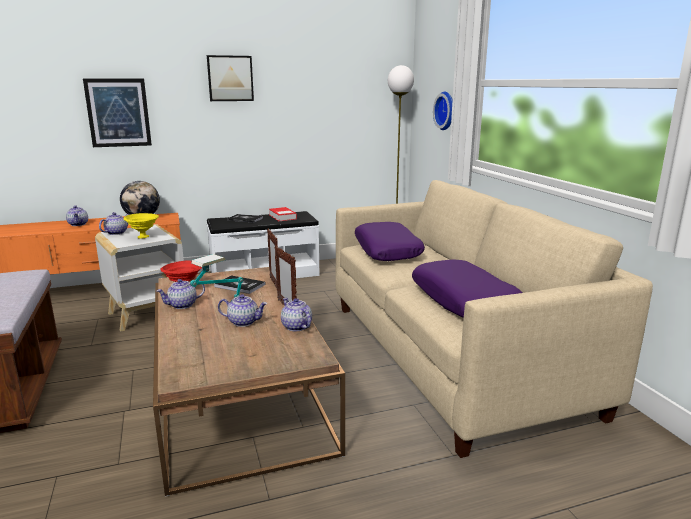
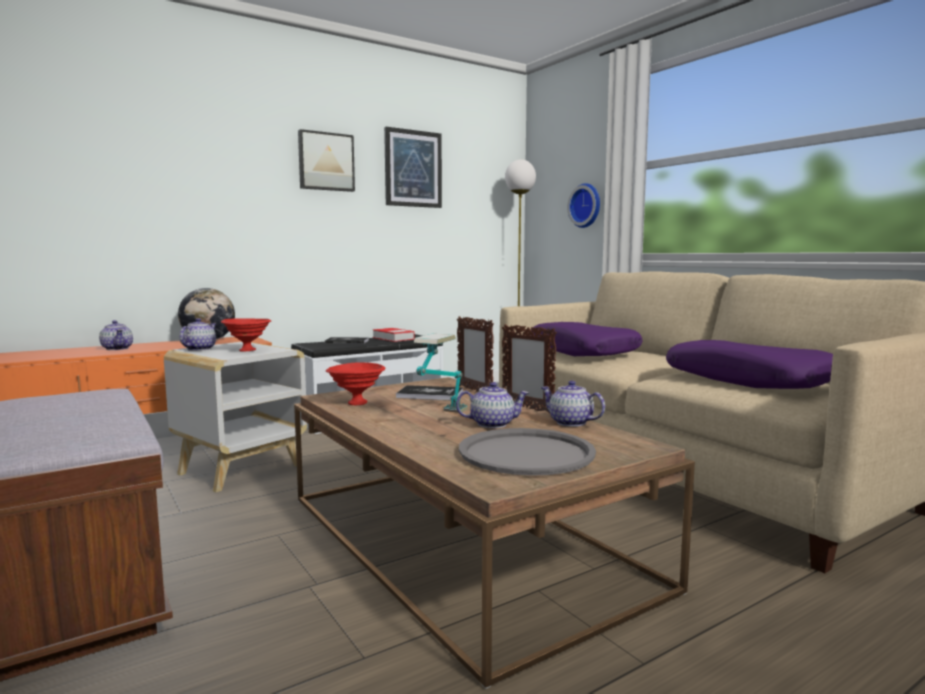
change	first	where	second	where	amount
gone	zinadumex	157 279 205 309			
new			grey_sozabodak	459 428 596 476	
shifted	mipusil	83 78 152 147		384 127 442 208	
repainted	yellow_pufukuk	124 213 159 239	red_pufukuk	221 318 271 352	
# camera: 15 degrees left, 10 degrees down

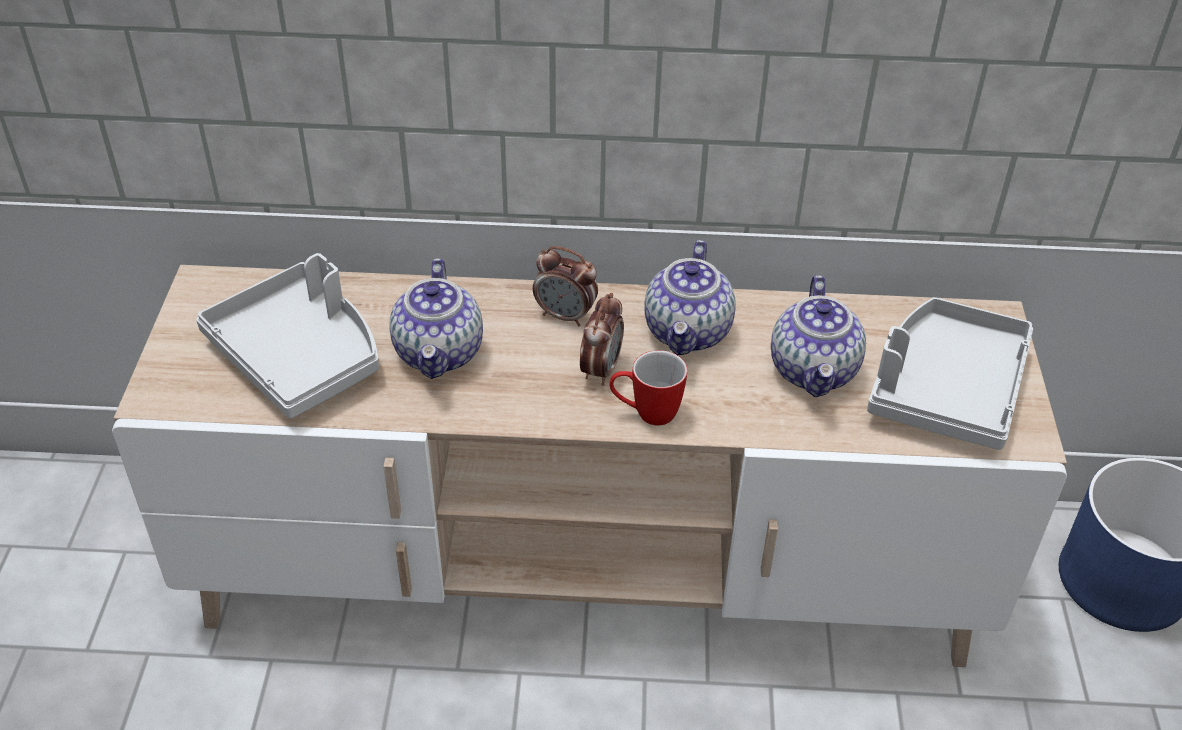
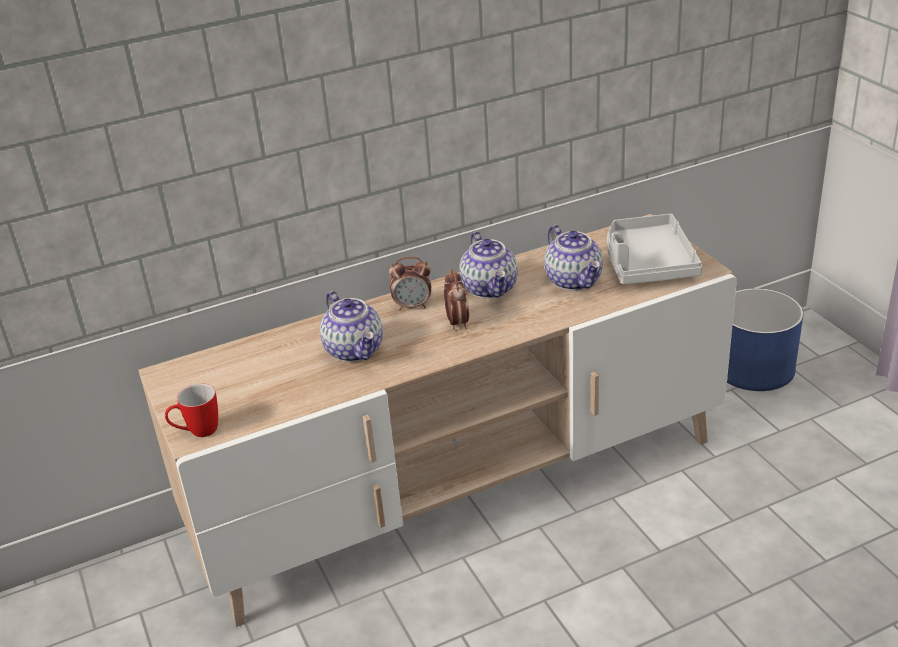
change	first	where	second	where	amount
gone	grey_sozabodak	196 253 379 419			
shifted	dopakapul	609 350 687 426		165 384 218 437	
# camera: 25 degrees left, 10 degrees down

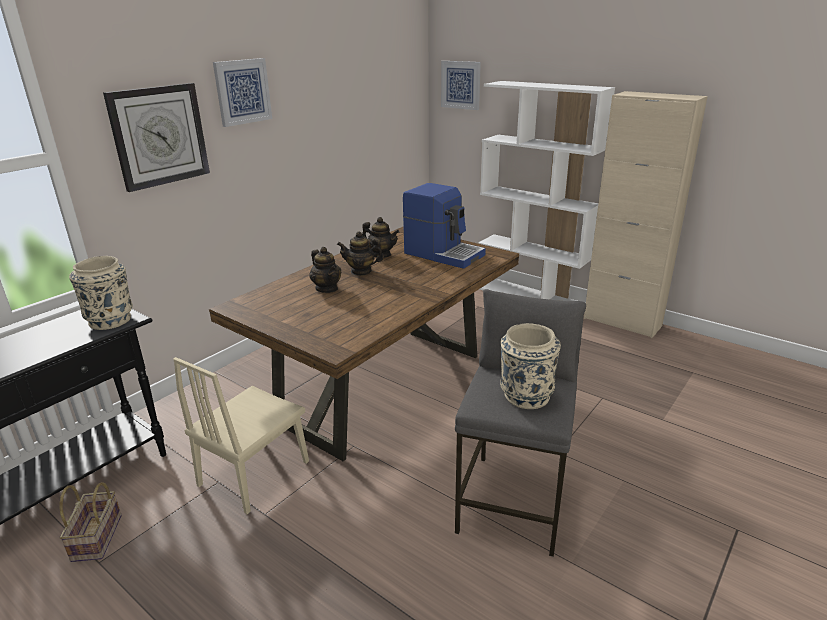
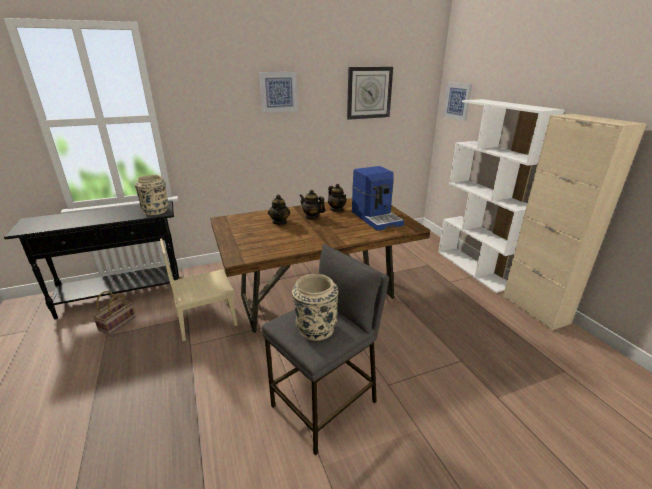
change	first	where	second	where	amount
shifted	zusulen	103 83 210 192		347 67 393 120	
# camera: 30 degrees right, 0 degrees up

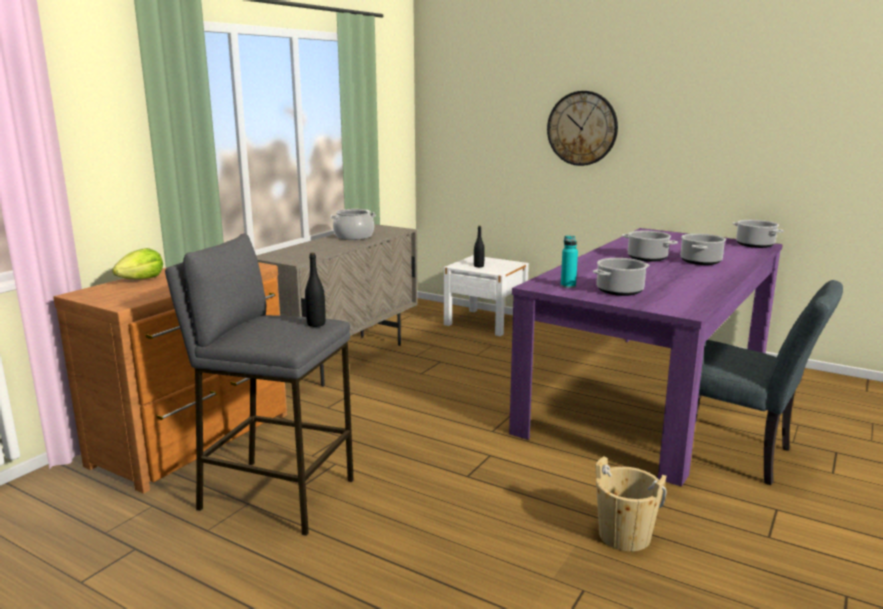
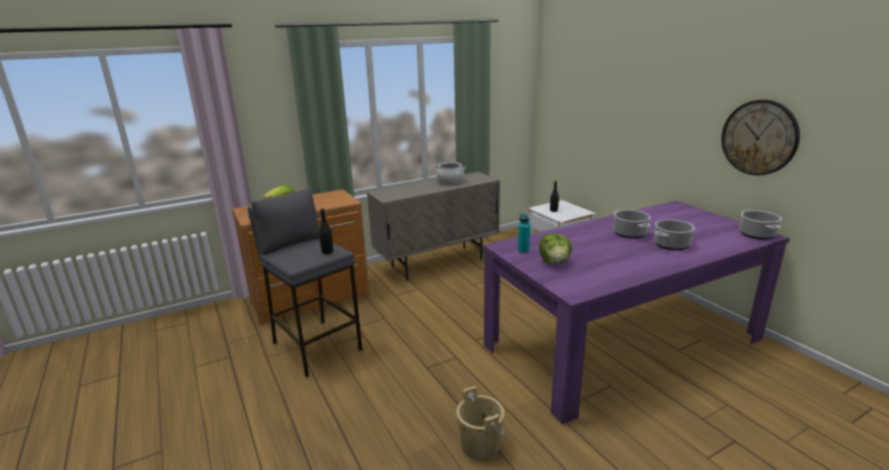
change	first	where	second	where	amount
gone	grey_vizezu	695 280 843 485			
shifted	zusulen	547 91 618 166		721 100 800 176	
swapped	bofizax	593 258 649 296	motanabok	539 233 572 264	
# camera: 30 degrees right, 5 degrees up

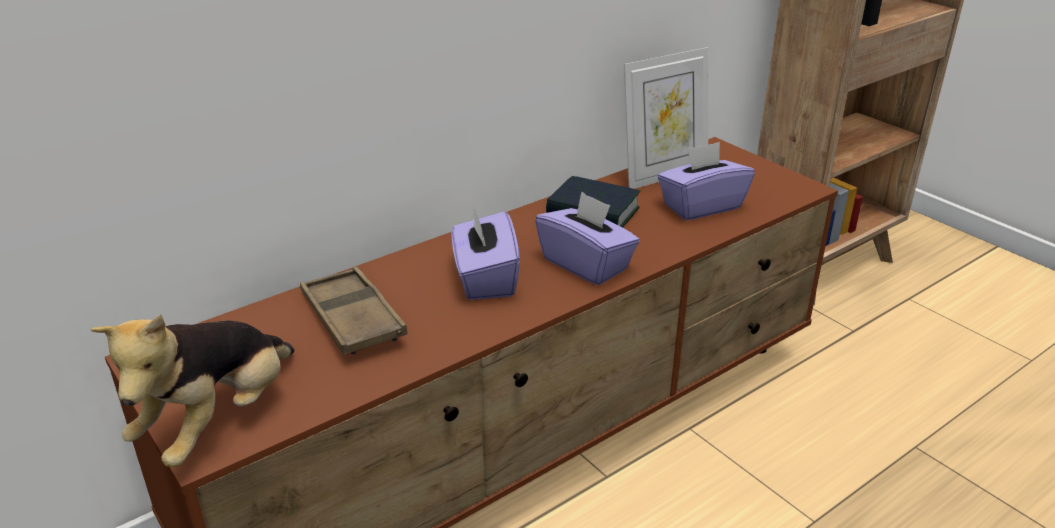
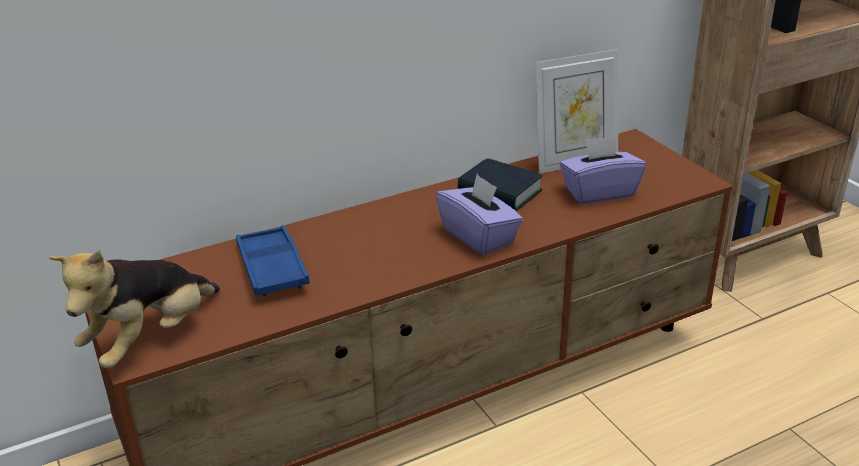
change	first	where	second	where	amount
gone	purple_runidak	451 206 520 300			
repainted	brown_sozabodak	300 267 408 355	blue_sozabodak	236 225 310 296	
# camera: 10 degrees right, 0 degrees up

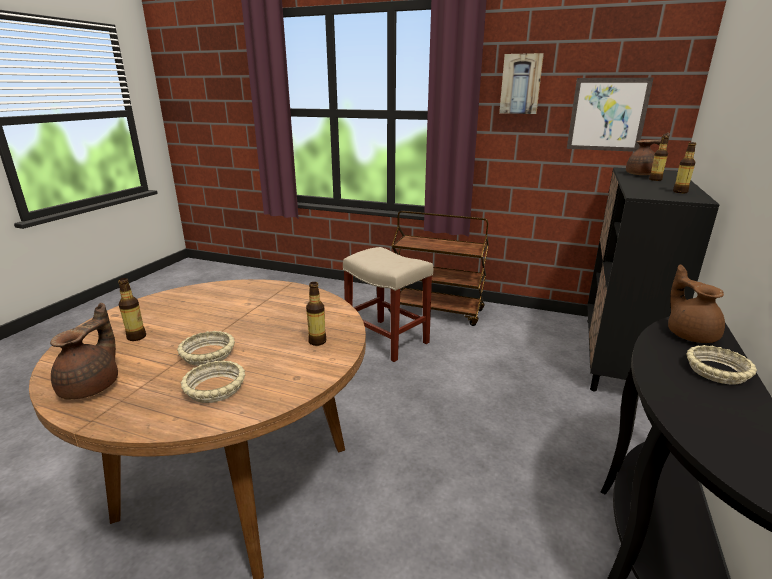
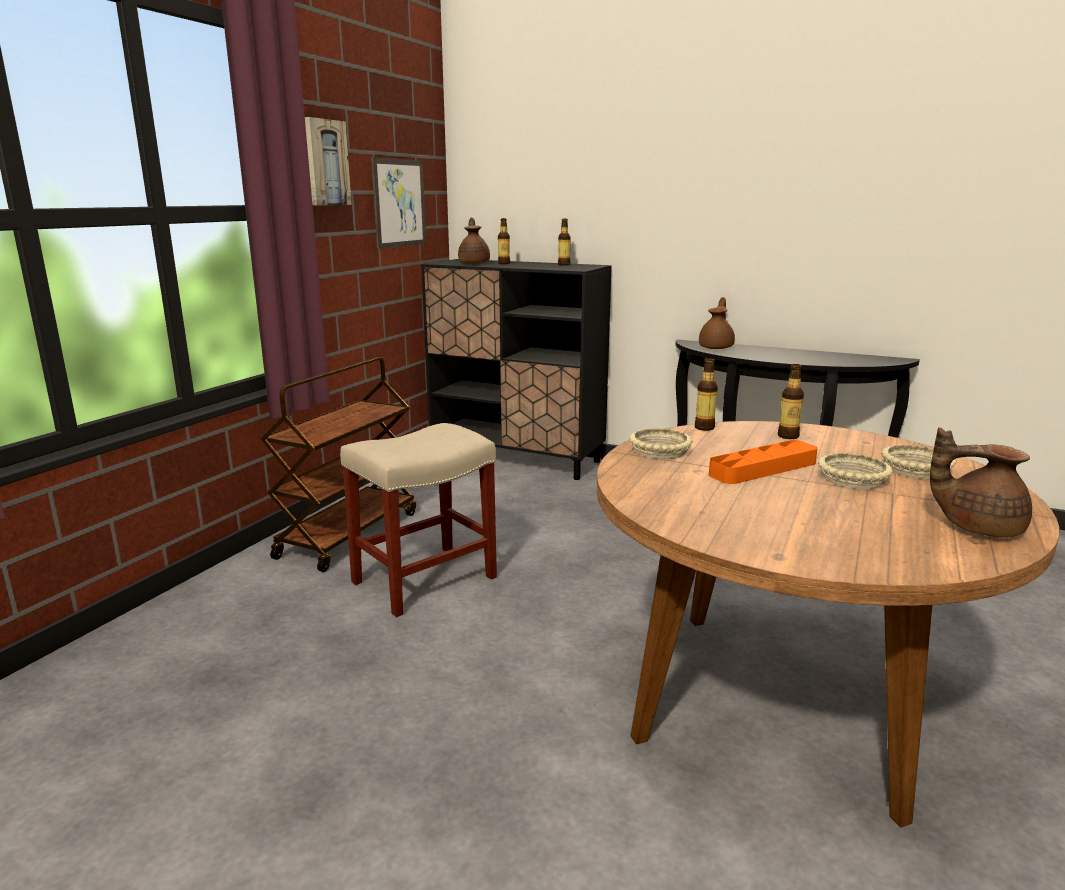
change	first	where	second	where	amount
new			orange_sozabodak	709 440 818 484	
shifted	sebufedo	118 278 146 341		695 358 718 431	
shifted	beige_pufukuk	686 345 757 385		629 428 693 459	
rotated	brown_zinadumex	668 265 725 343		699 297 735 349	120 degrees clockwise
# camera: 85 degrees left, 5 degrees down

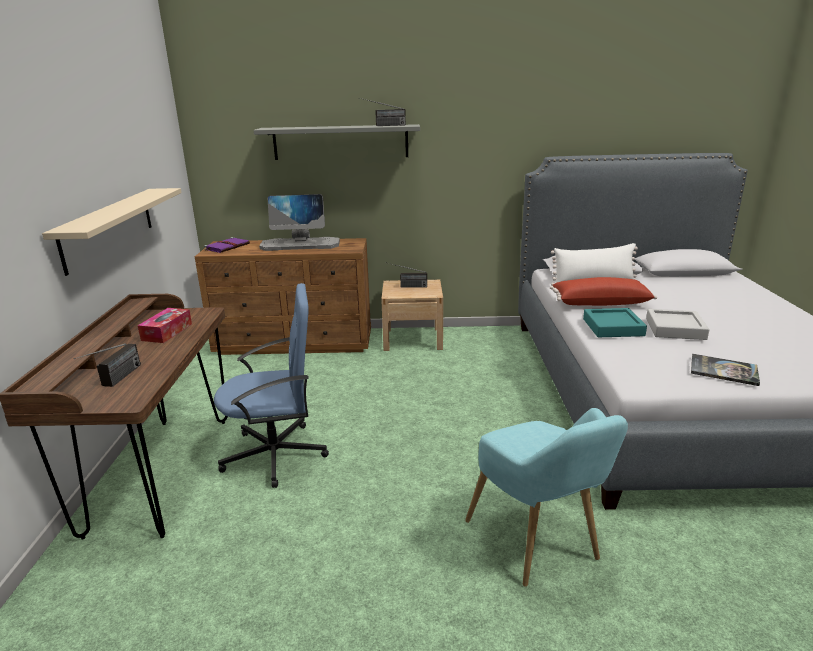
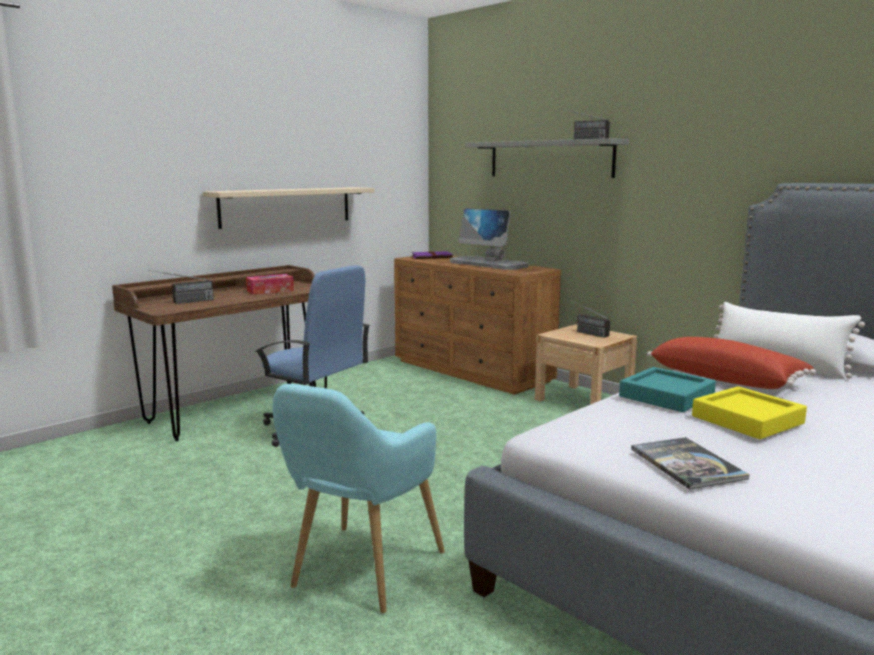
change	first	where	second	where	amount
repainted	grey_sozabodak	646 309 709 340	yellow_sozabodak	692 386 807 439	
# camera: 45 degrees right, 10 degrees down

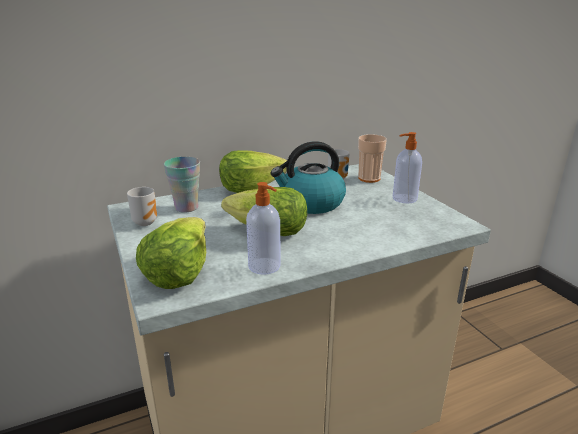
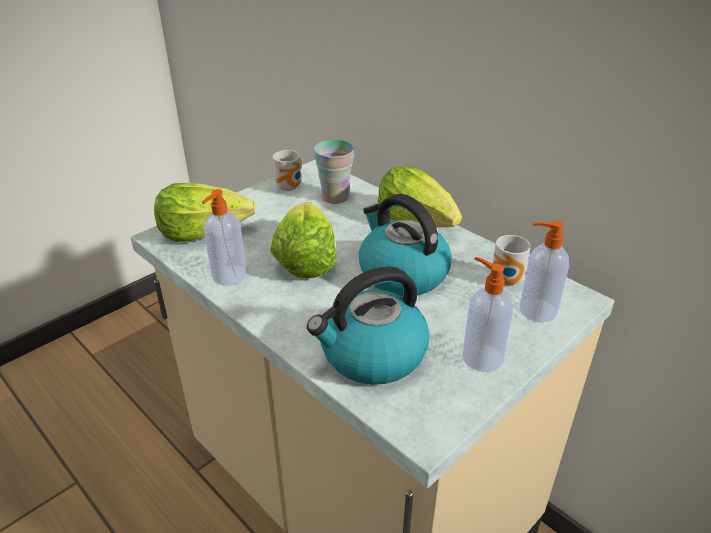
change	first	where	second	where	amount
new			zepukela	307 266 430 385	
swapped	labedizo	358 134 387 183	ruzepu	519 221 569 322	
# camera: 70 degrees right, 10 degrees up

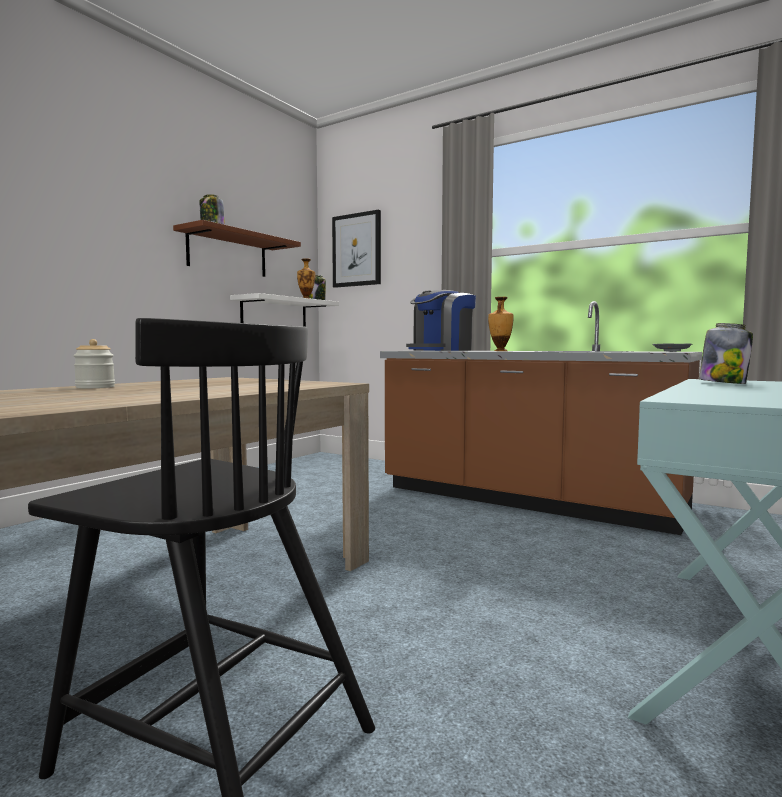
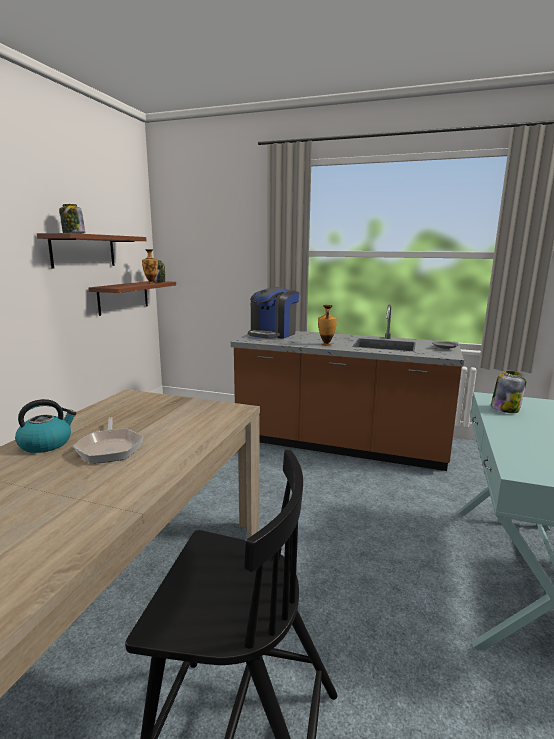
change	first	where	second	where	amount
gone	mipusil	332 210 381 288			
new			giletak	73 417 144 464	
swapped	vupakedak	73 339 115 388	zepukela	15 399 77 453	
repainted	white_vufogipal	230 293 339 327	brown_vufogipal	88 281 176 316	
# camera: 15 degrees left, 10 degrees up

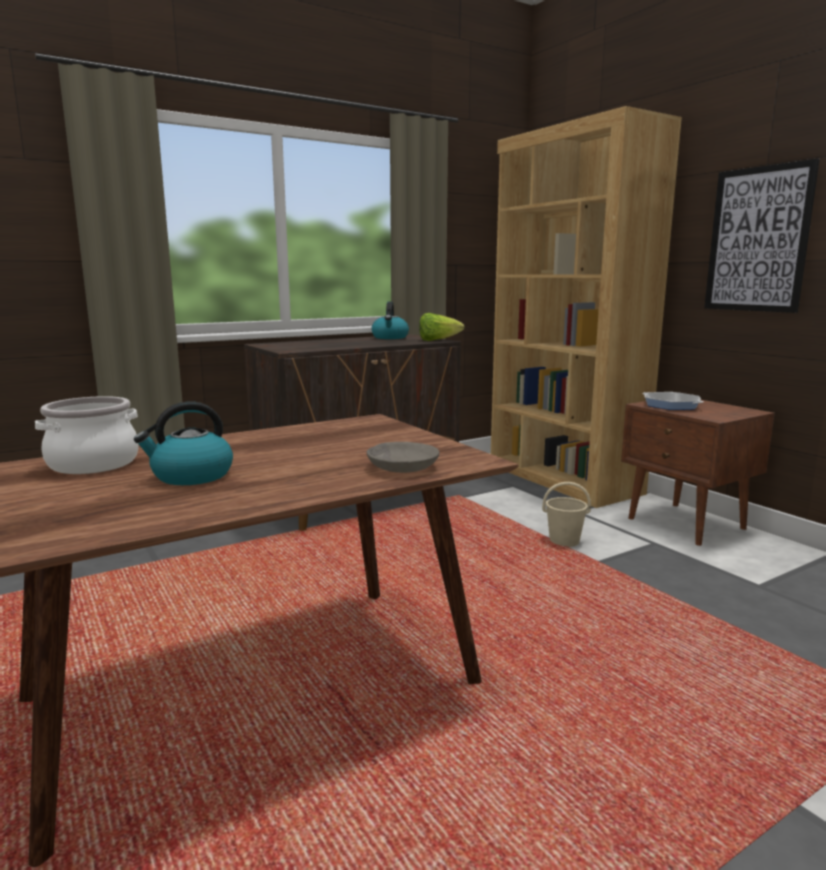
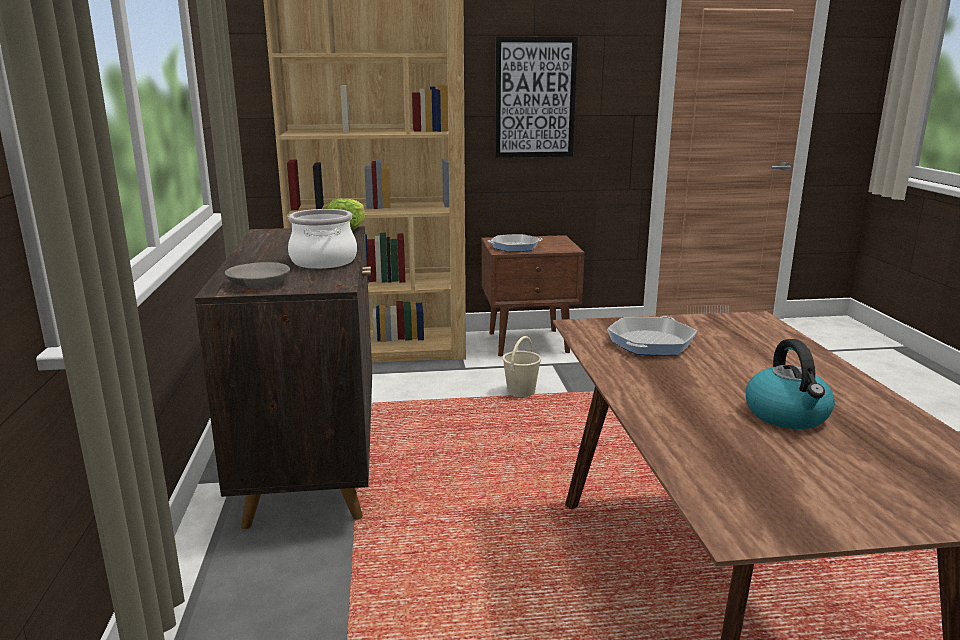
change	first	where	second	where	amount
gone	zepukela	372 302 409 339			
new			giletak	607 316 697 356	
shifted	bofizax	35 396 139 474		288 209 357 269	
shifted	grey_pufukuk	367 442 439 473		225 262 290 288	
# camera: 65 degrees left, 5 degrees up

